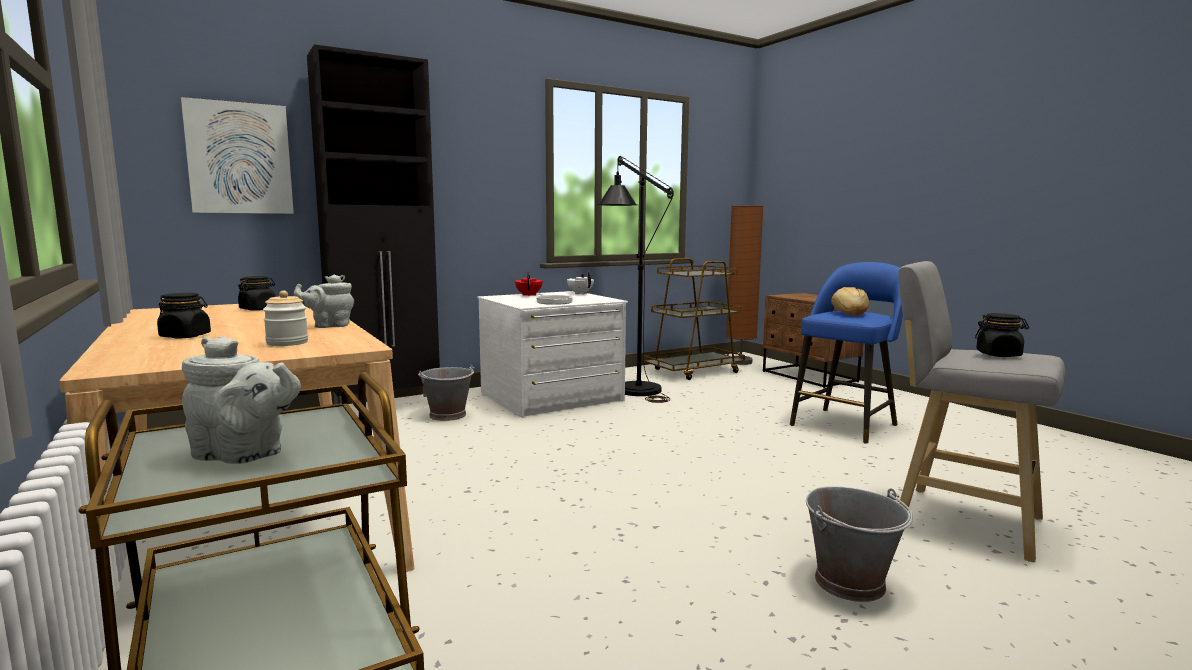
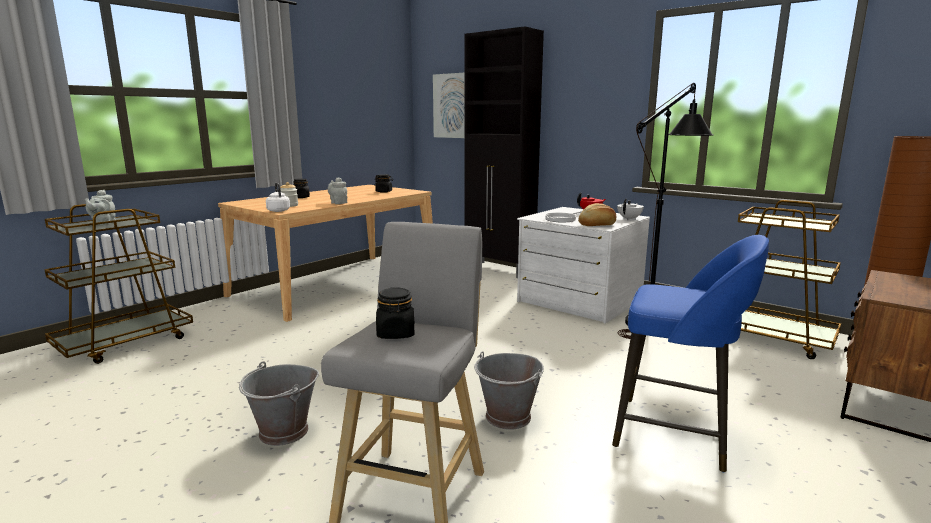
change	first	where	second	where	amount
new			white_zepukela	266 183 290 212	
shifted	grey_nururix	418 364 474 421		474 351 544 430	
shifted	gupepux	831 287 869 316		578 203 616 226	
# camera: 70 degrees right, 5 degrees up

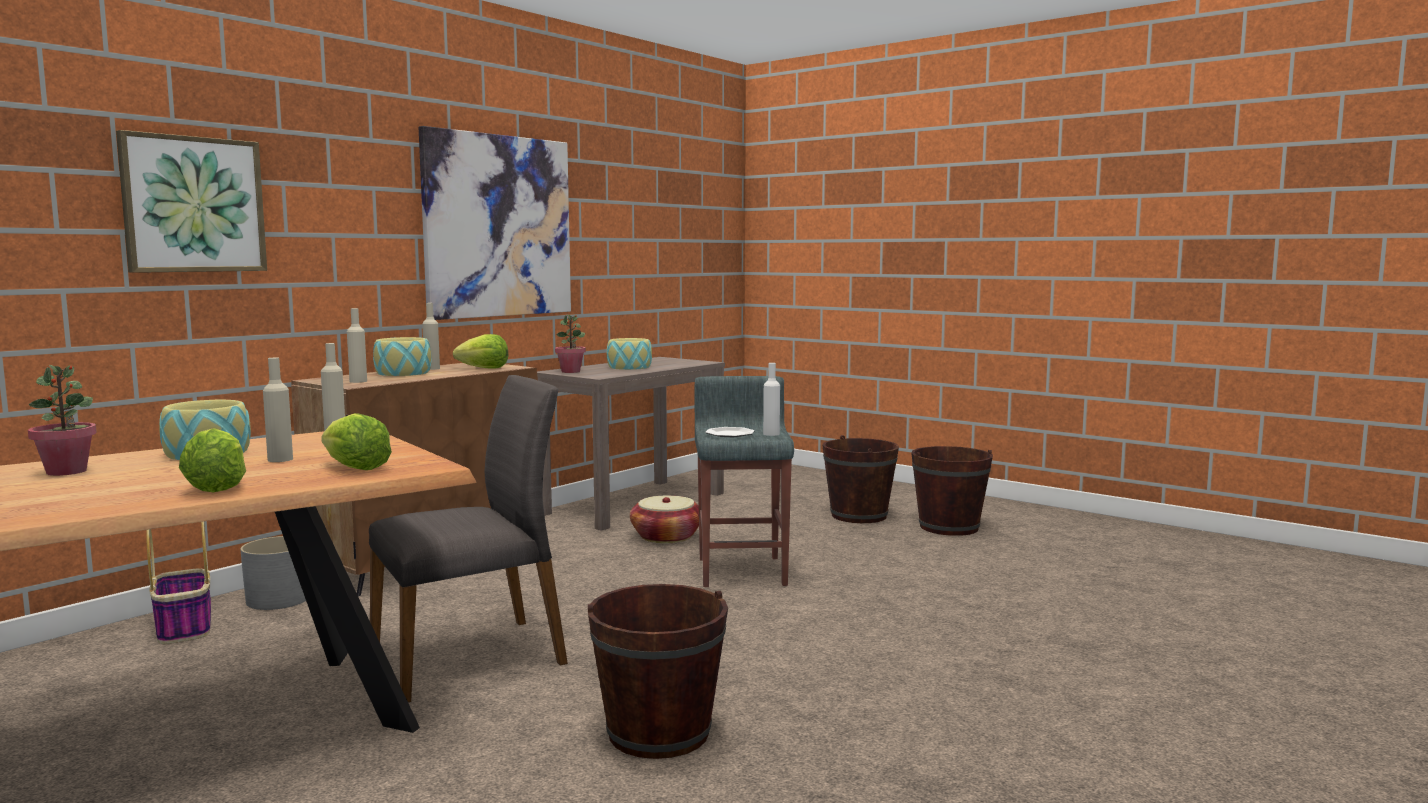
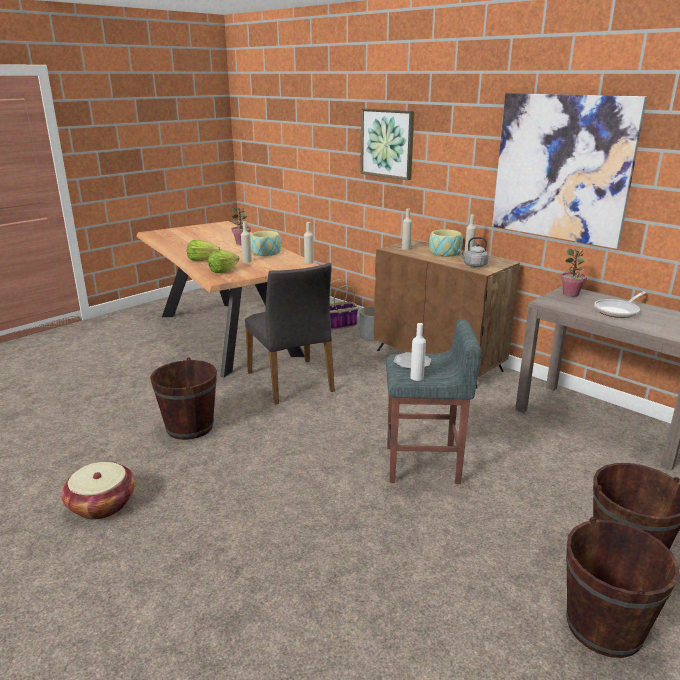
change	first	where	second	where	amount
shifted	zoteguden	630 496 699 543		61 462 135 519	
swapped	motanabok	453 334 508 368	grey_zepukela	458 237 489 267	
swapped	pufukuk	607 338 652 370	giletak	594 292 646 318	
# camera: 95 degrees right, 15 degrees up

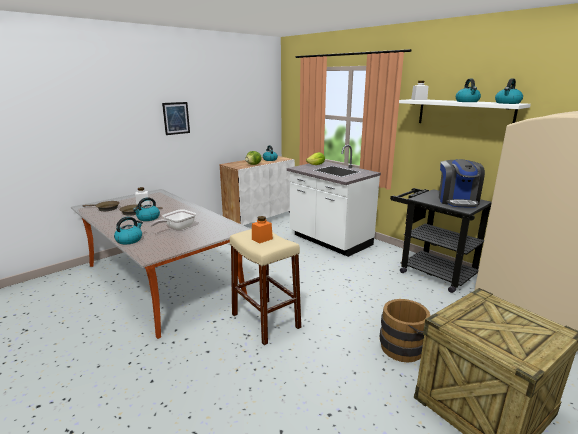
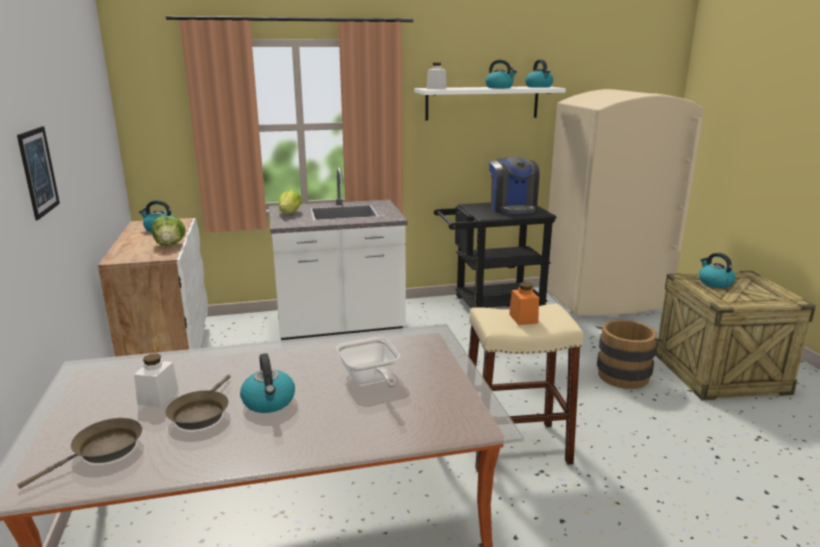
change	first	where	second	where	amount
shifted	zepukela	114 217 143 244		699 253 736 288	
rotated	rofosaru	439 159 485 208		489 157 540 214	45 degrees clockwise
# camera: 60 degrees left, 0 degrees up

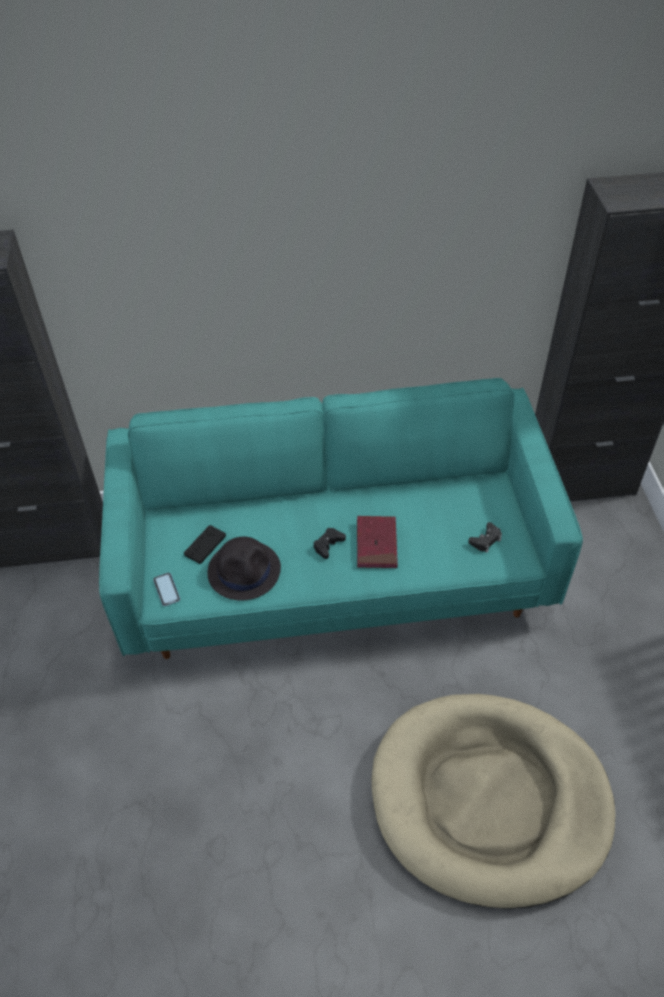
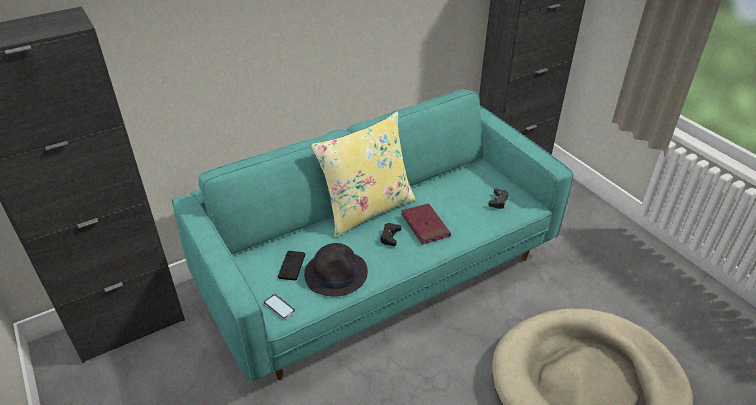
change	first	where	second	where	amount
new			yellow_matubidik	310 112 416 238	
# camera: 25 degrees left, 10 degrees down

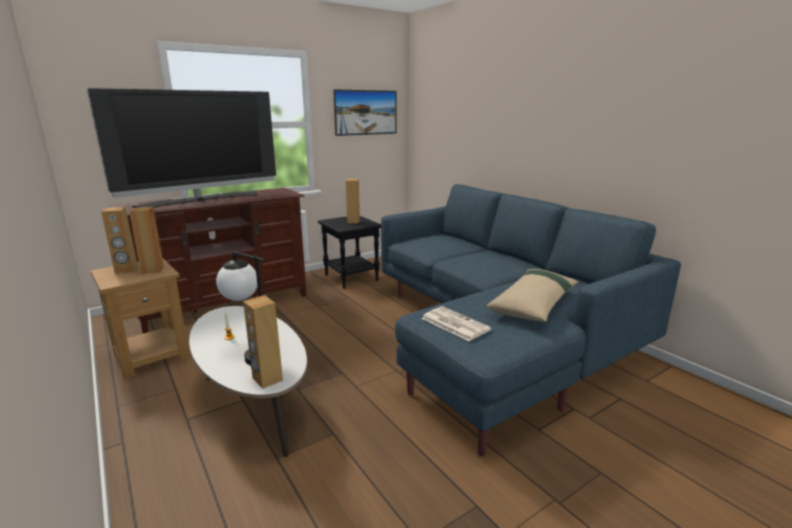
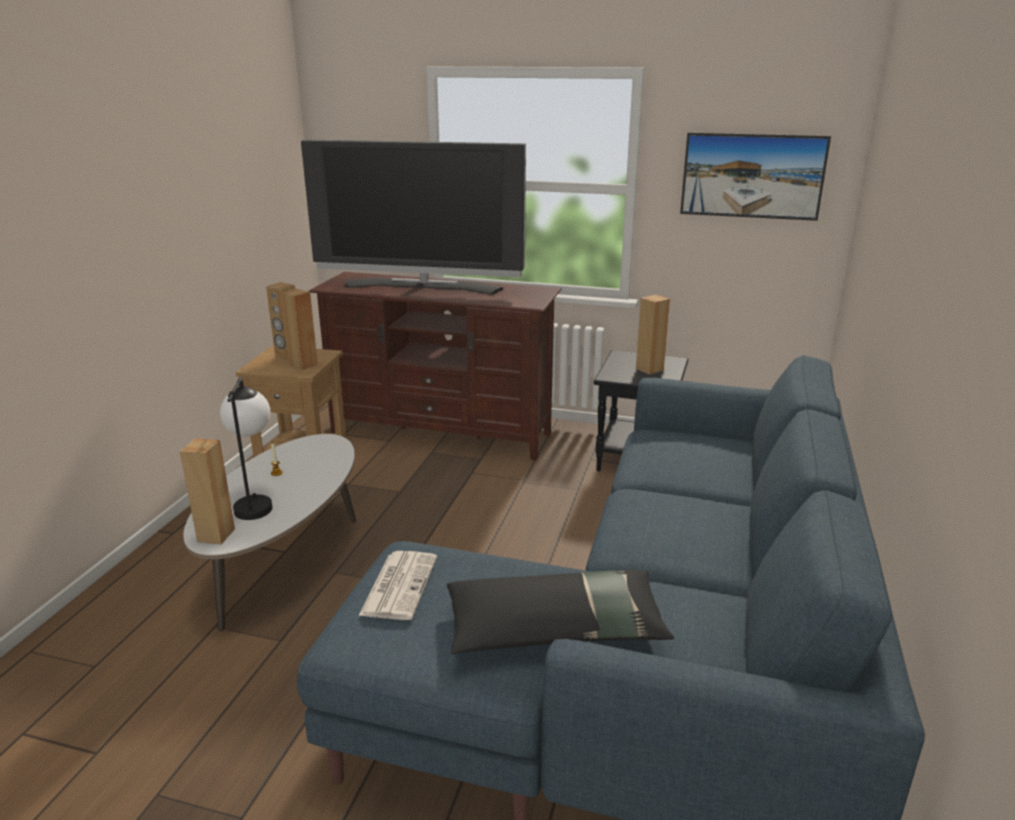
change	first	where	second	where	amount
repainted	beige_matubidik	486 269 578 322	black_matubidik	447 569 674 654	
# camera: 50 degrees right, 5 degrees up

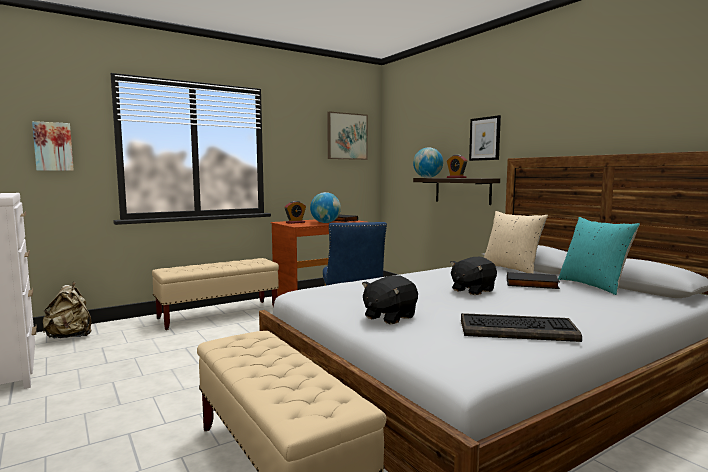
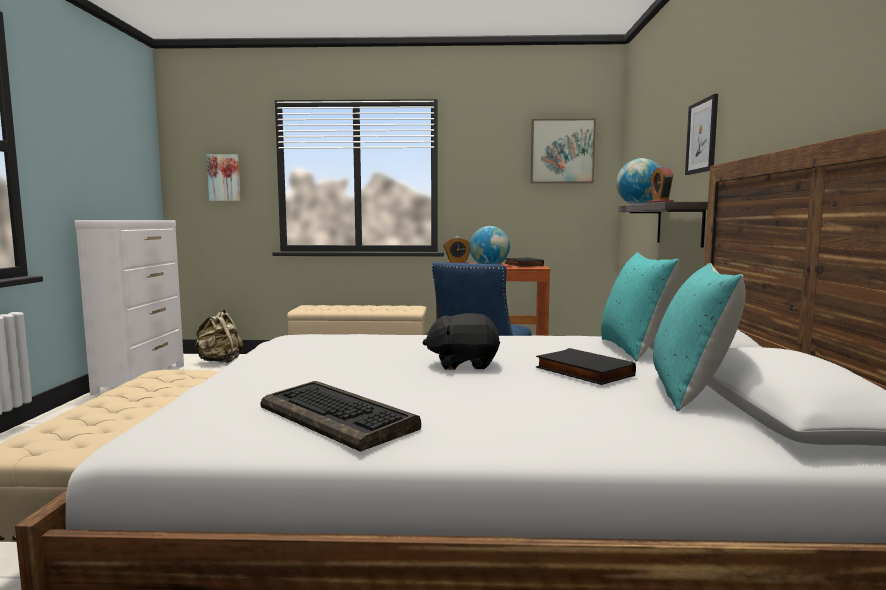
change	first	where	second	where	amount
gone	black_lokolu	362 275 418 324			
repainted	beige_matubidik	484 211 548 273	turquoise_matubidik	601 252 679 362	
# camera: 35 degrees right, 0 degrees up

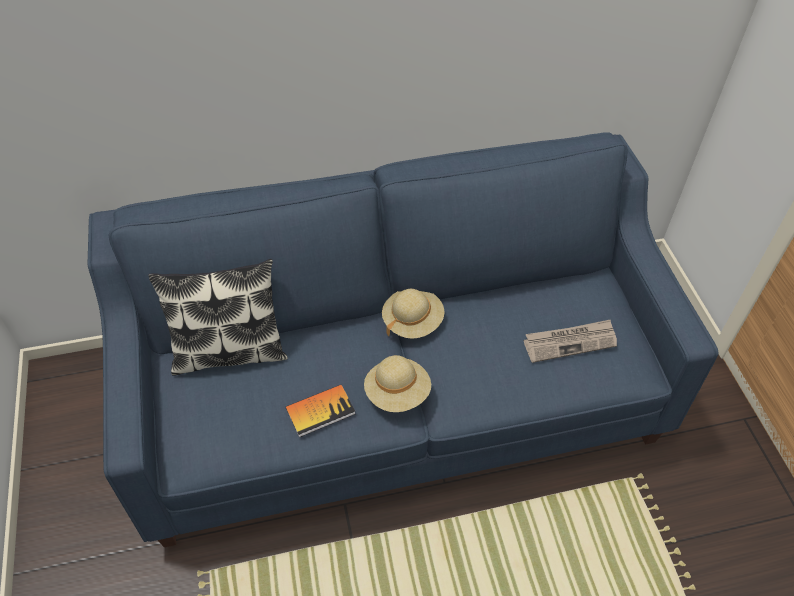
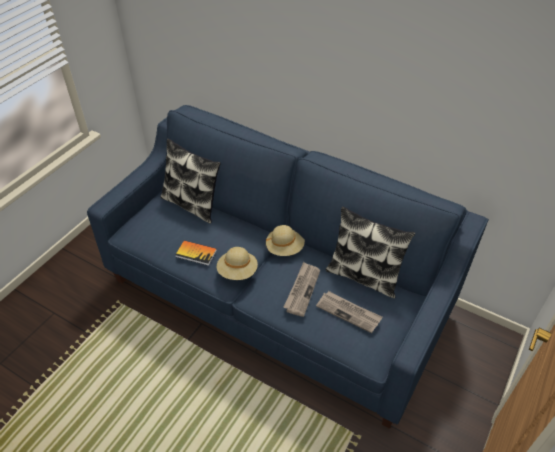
change	first	where	second	where	amount
new			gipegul	283 262 320 317	
new			matubidik	326 206 415 299	
# camera: 45 degrees right, 5 degrees down

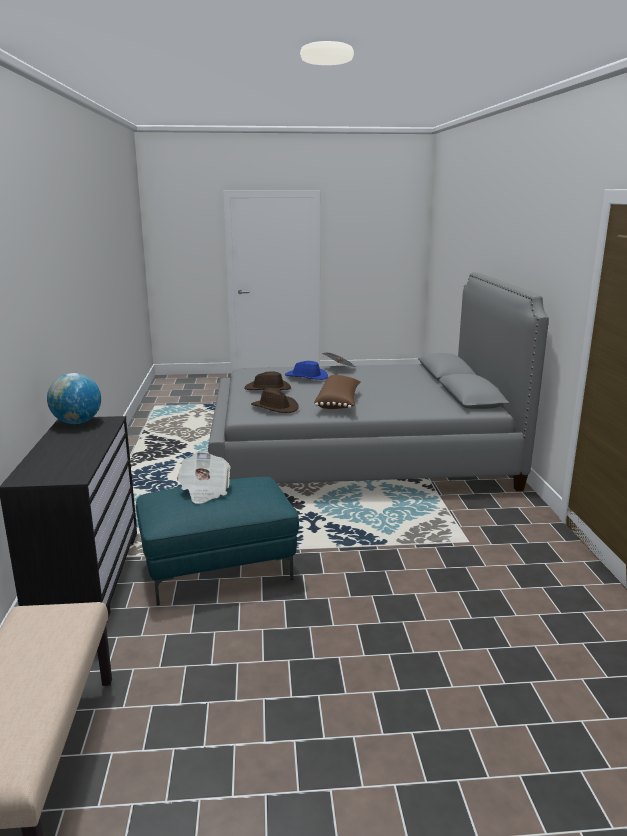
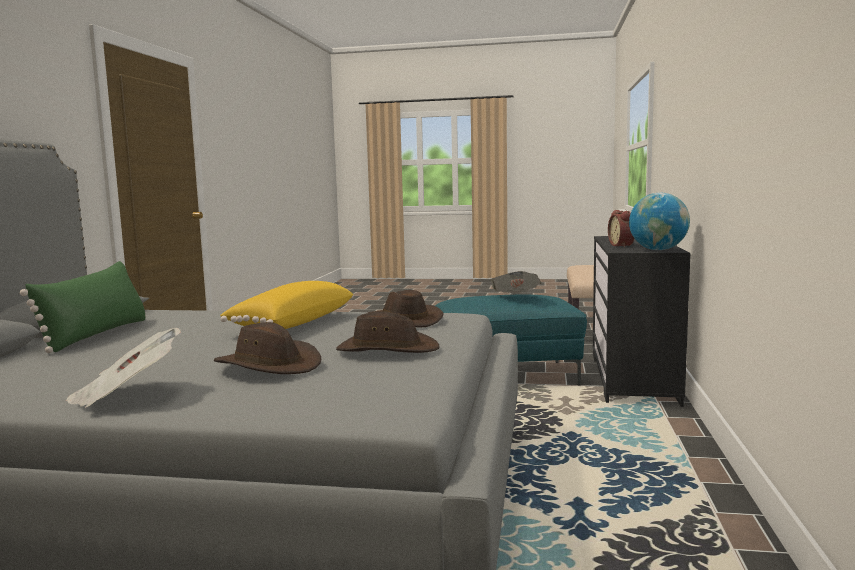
change	first	where	second	where	amount
new			green_matubidik	20 261 146 353	
new			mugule	608 210 634 247	
repainted	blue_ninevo	285 361 328 380	brown_ninevo	214 322 321 374	
repainted	brown_matubidik	314 375 361 409	yellow_matubidik	220 281 354 329	
# camera: 165 degrees left, 10 degrees down

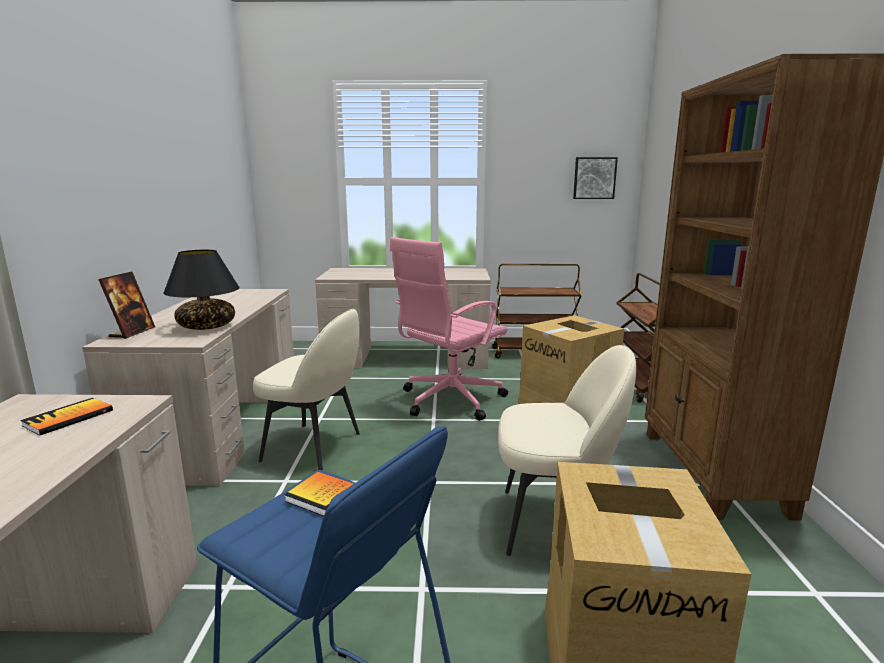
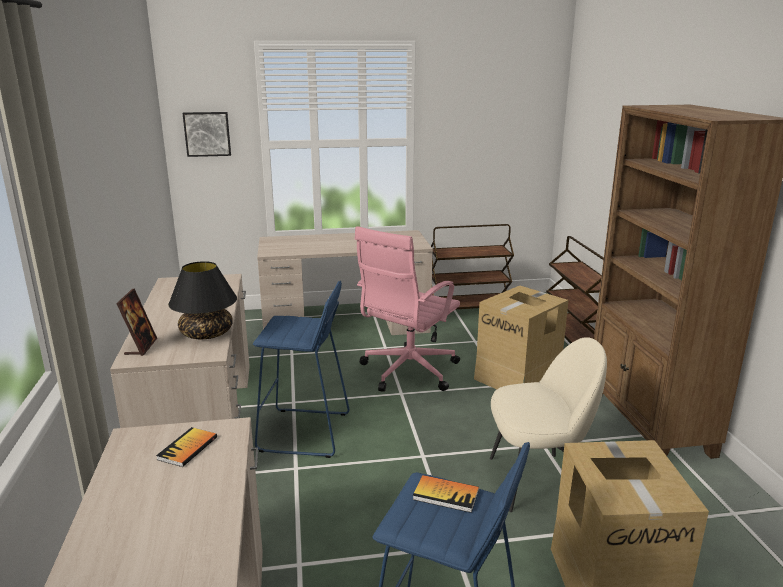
change	first	where	second	where	amount
shifted	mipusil	573 157 618 199		182 112 231 157	
swapped	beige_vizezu	253 309 360 471	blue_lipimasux	253 281 349 458	
# camera: 10 degrees left, 5 degrees up

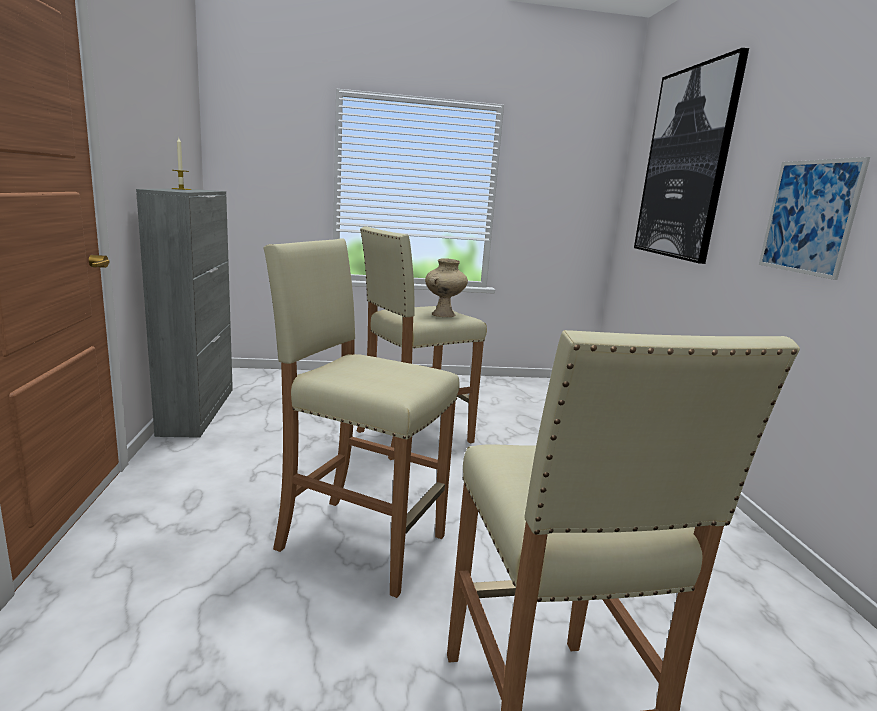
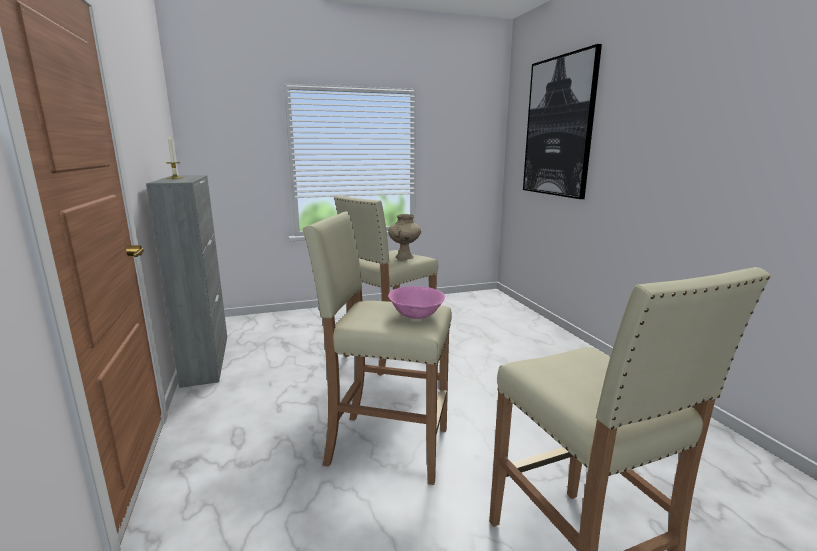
change	first	where	second	where	amount
gone	mipusil	759 157 870 280			
new			pink_pufukuk	388 286 445 319	
# camera: 10 degrees left, 0 degrees up

